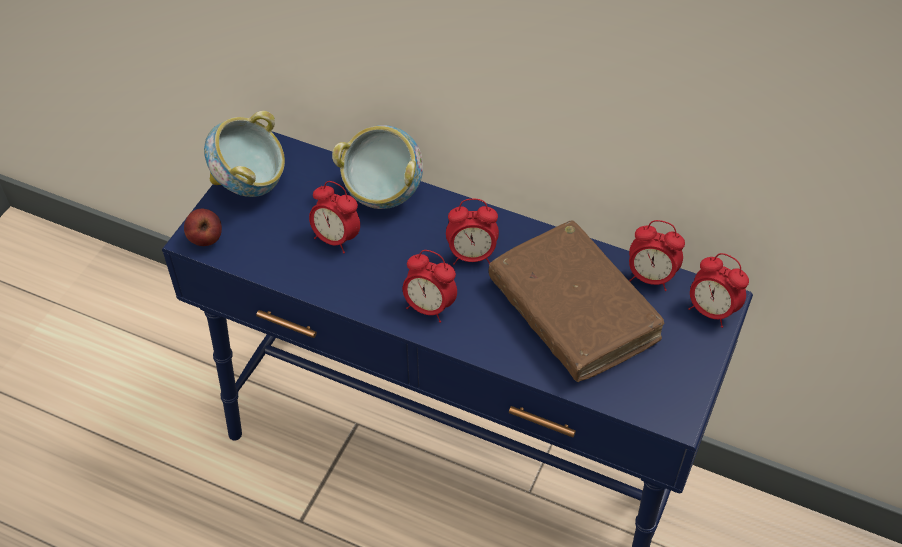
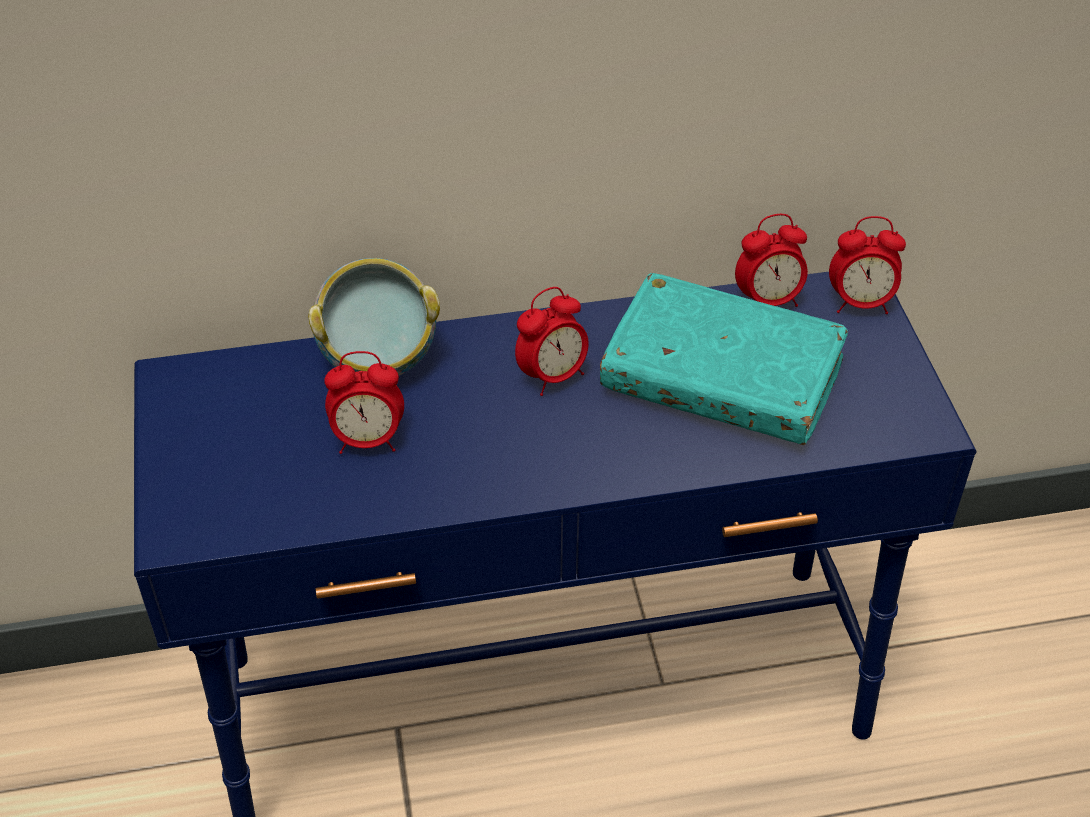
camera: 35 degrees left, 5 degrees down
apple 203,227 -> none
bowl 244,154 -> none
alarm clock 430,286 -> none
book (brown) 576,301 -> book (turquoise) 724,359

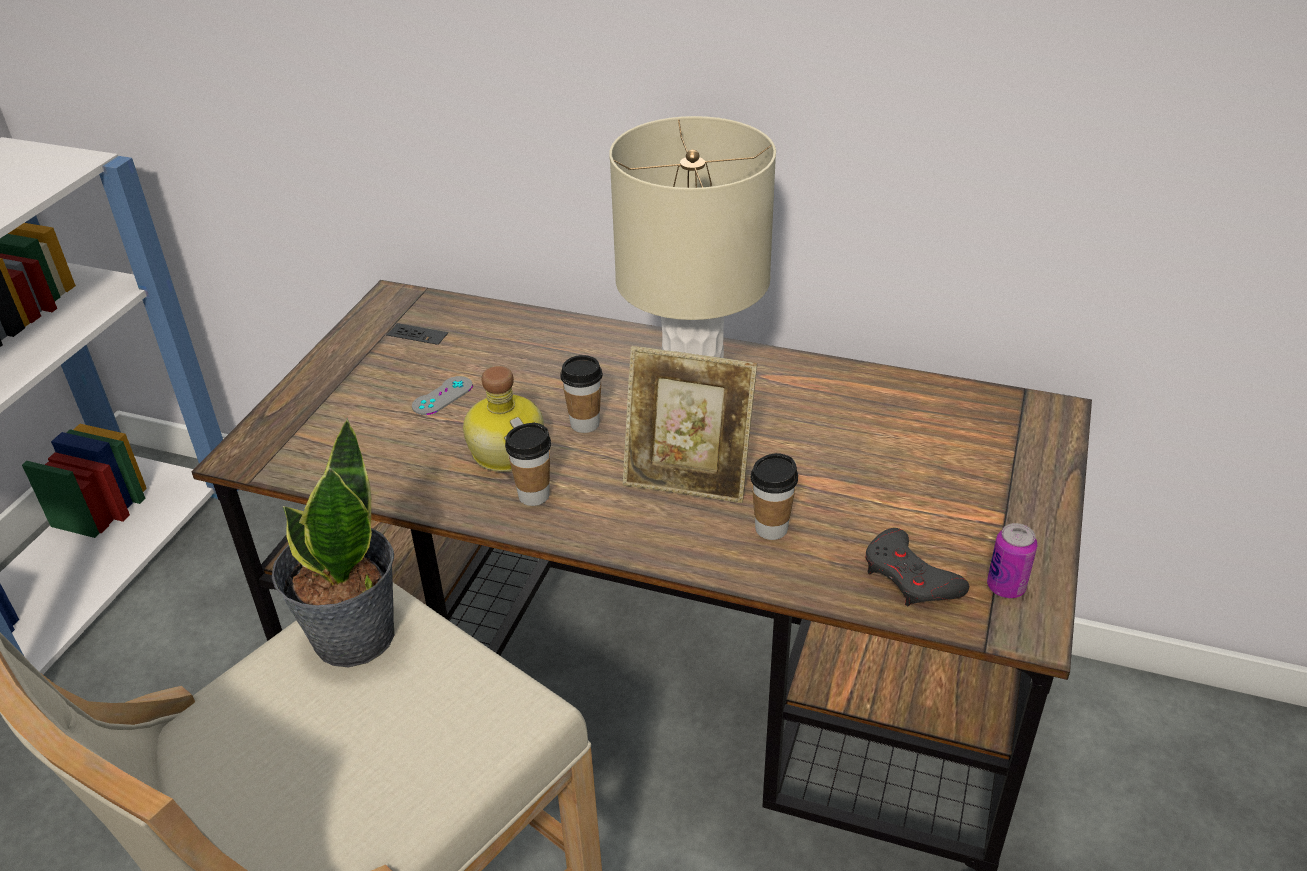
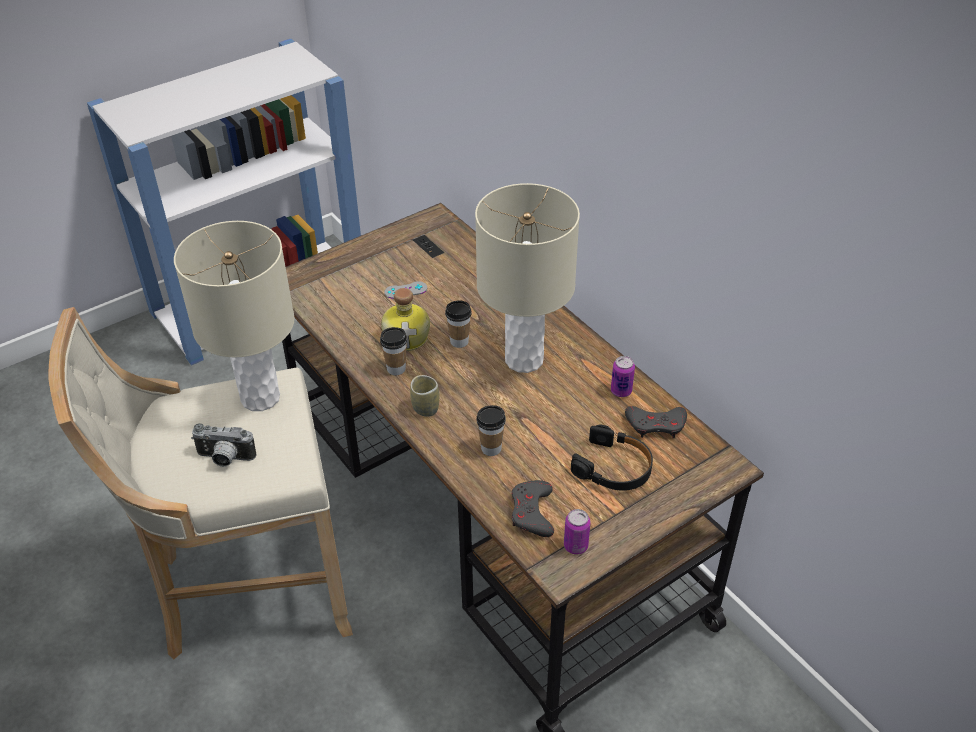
camera: 35 degrees right, 5 degrees up
picture frame 690,424 -> none
none -> photo camera 224,445
none -> cup 424,396
none -> headphones (black) 612,458
none -> can 623,376
none -> game controller (grey) 656,422
potted plant 333,543 -> table lamp (beige) 234,316

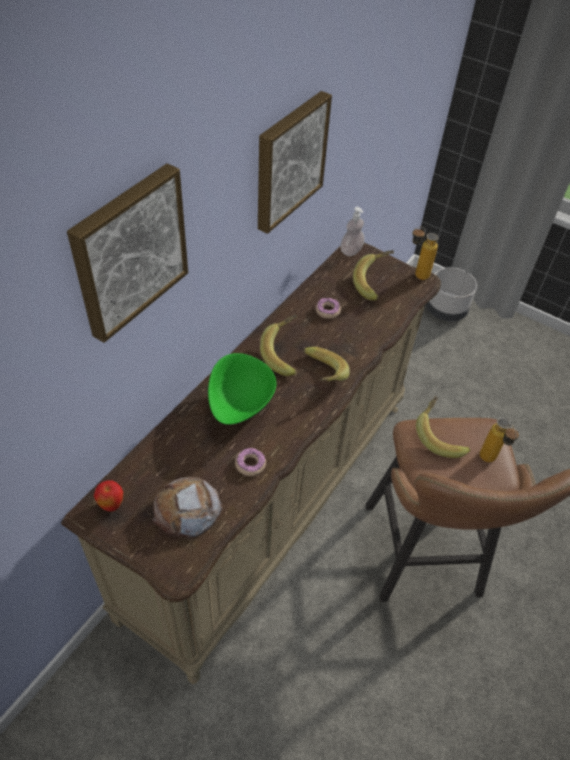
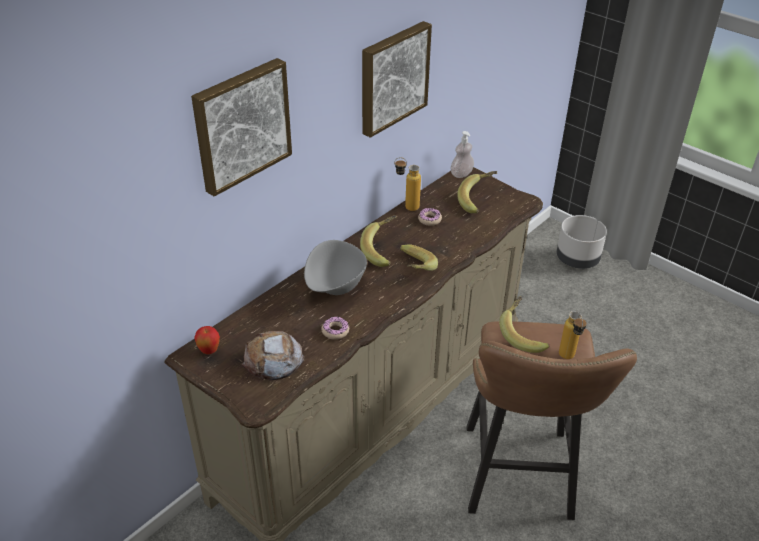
camera: 10 degrees right, 10 degrees down
bottle 425,253 -> bottle 407,184, moved
bowl (green) 242,389 -> bowl (grey) 335,267

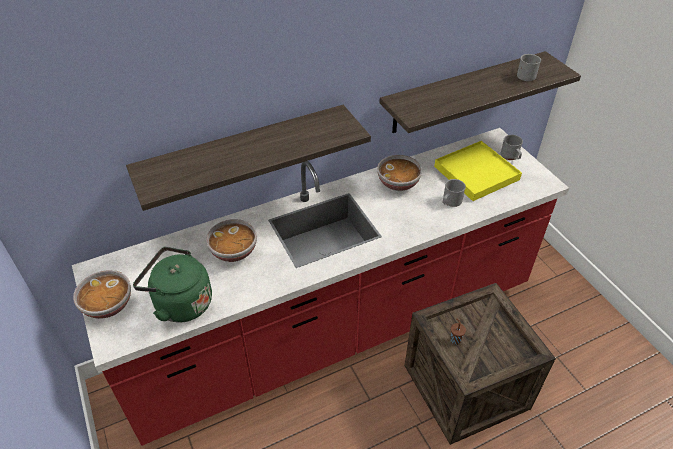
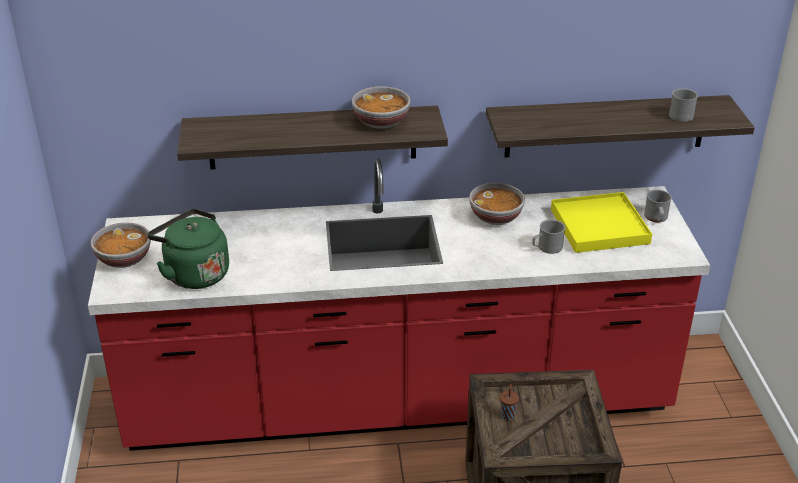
camera: 20 degrees right, 10 degrees down
bowl 231,240 -> bowl 381,107, moved

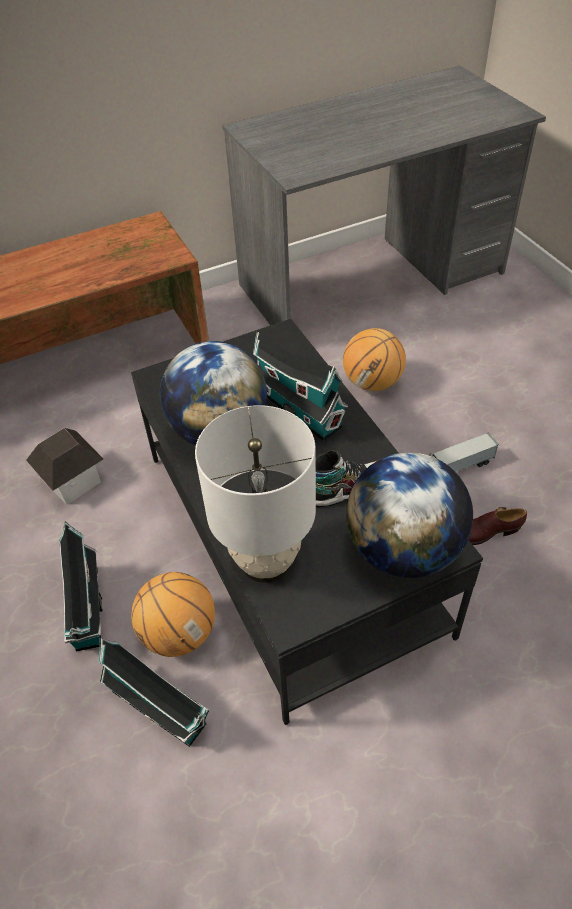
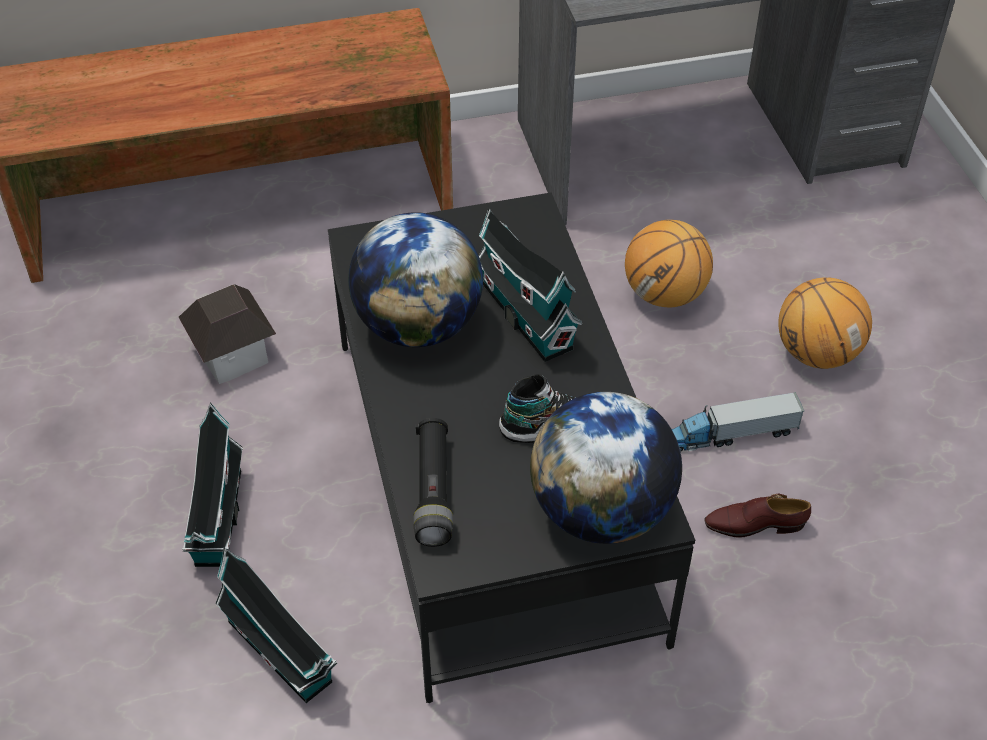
camera: 10 degrees right, 0 degrees up
basketball 173,614 -> basketball 825,323, moved
table lamp (white) 255,494 -> flashlight (black) 433,482

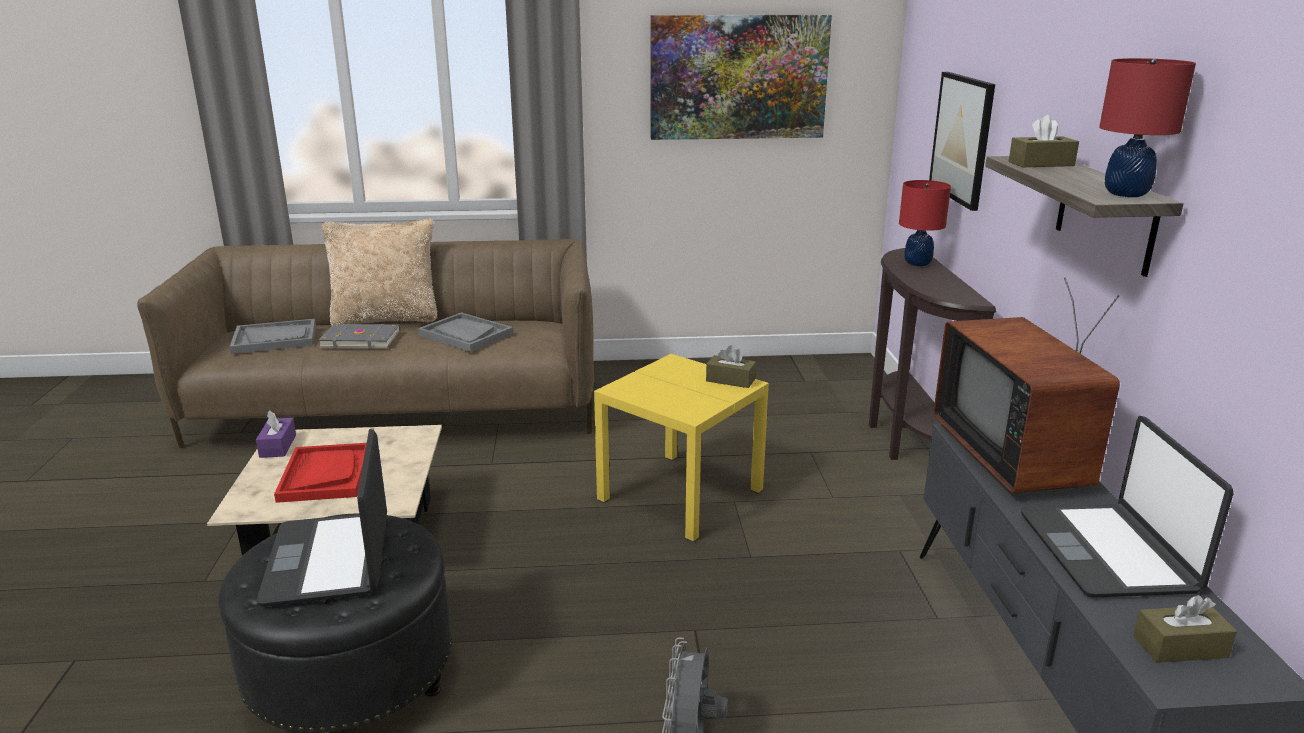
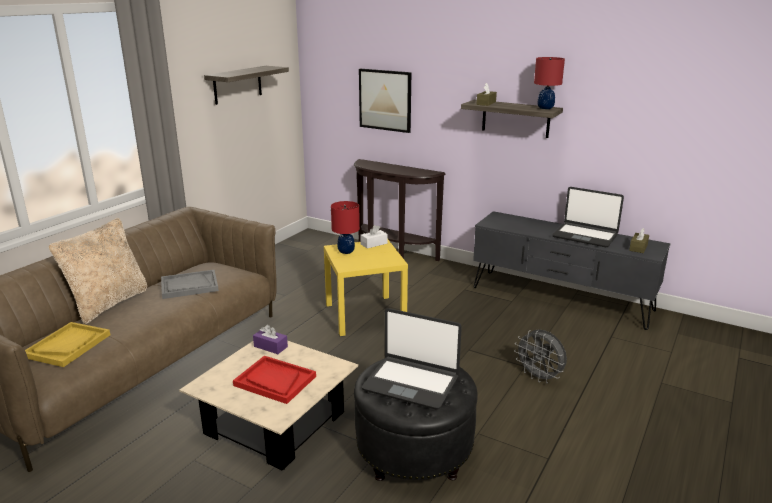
camera: 55 degrees left, 0 degrees up
book (grey) 359,336 -> none
television 1027,385 -> none
tissue box (purple) 276,434 -> tissue box (purple) 270,339, moved
table lamp (red) 925,223 -> table lamp (red) 345,227, moved
picture 741,77 -> shelf 246,85
tray (grey) 273,336 -> tray (yellow) 67,344
tissue box (brown) 731,366 -> tissue box (white) 373,237

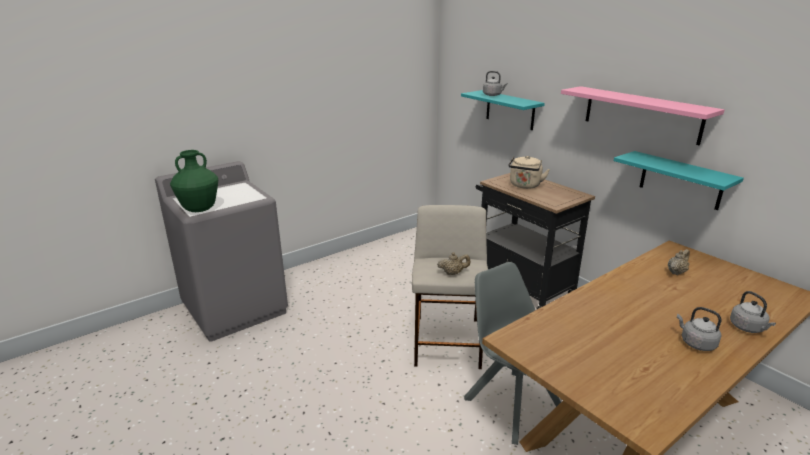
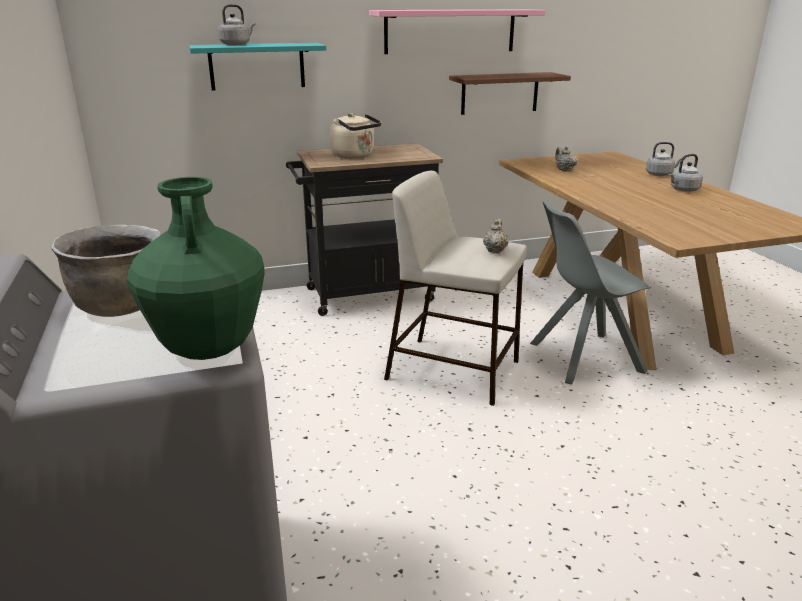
camera: 70 degrees left, 0 degrees up
none -> cooking pot (brown) 106,271
shelf (turquoise) 679,180 -> shelf (brown) 510,93

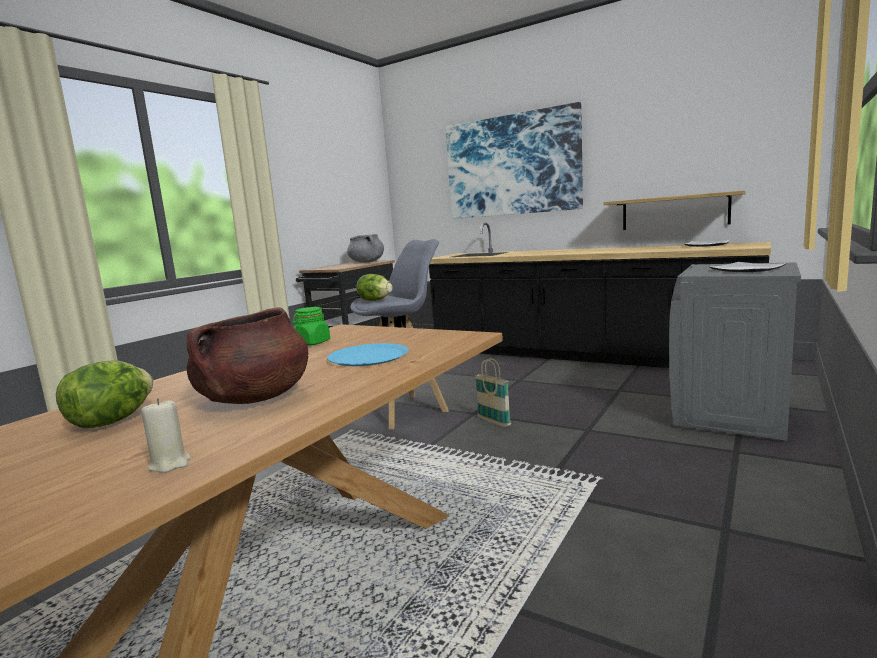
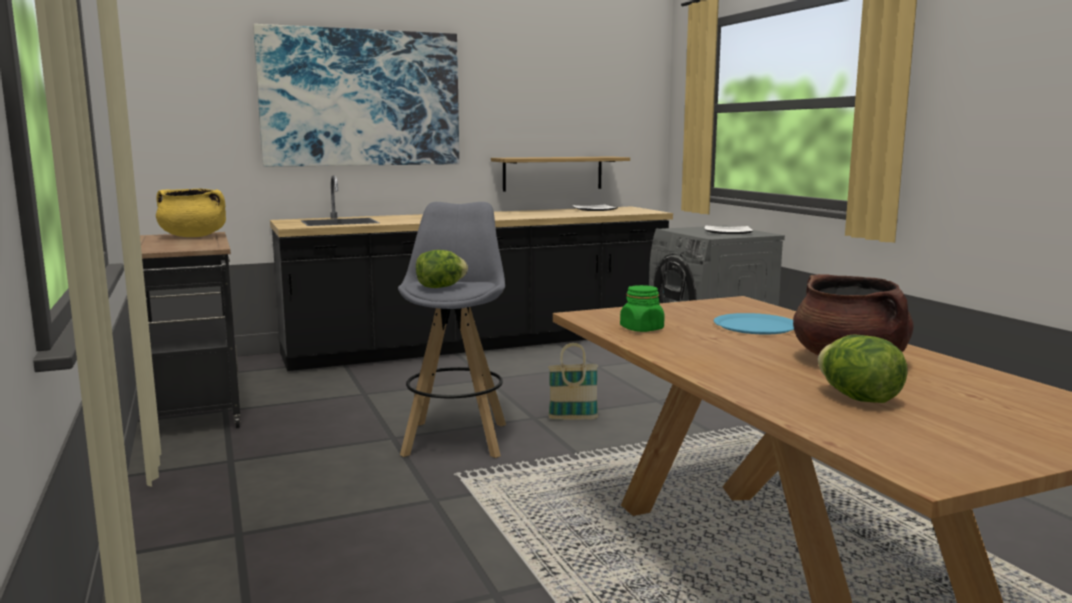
camera: 55 degrees left, 0 degrees up
candle (beige) 166,436 -> none
cooking pot (grey) 365,248 -> cooking pot (yellow) 191,213

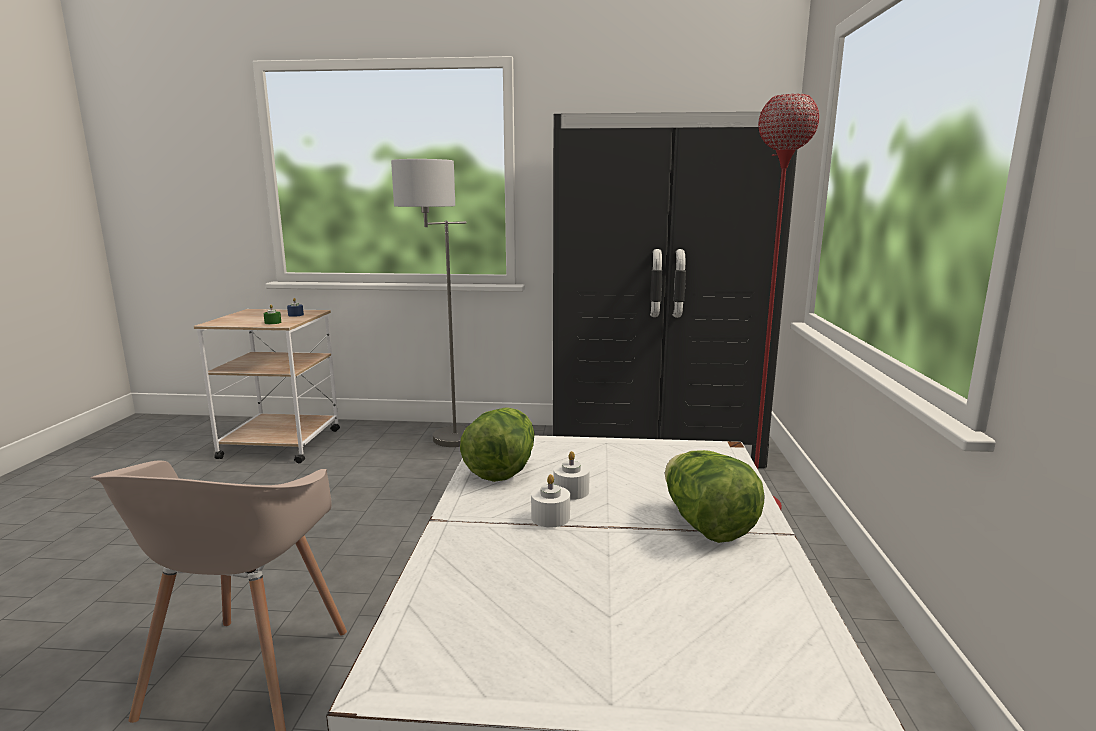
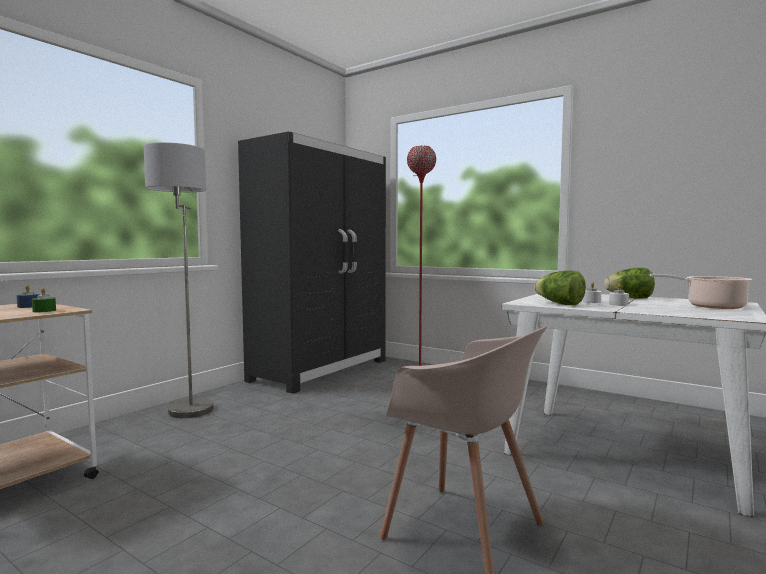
camera: 60 degrees left, 10 degrees down
none -> cooking pot 701,291

